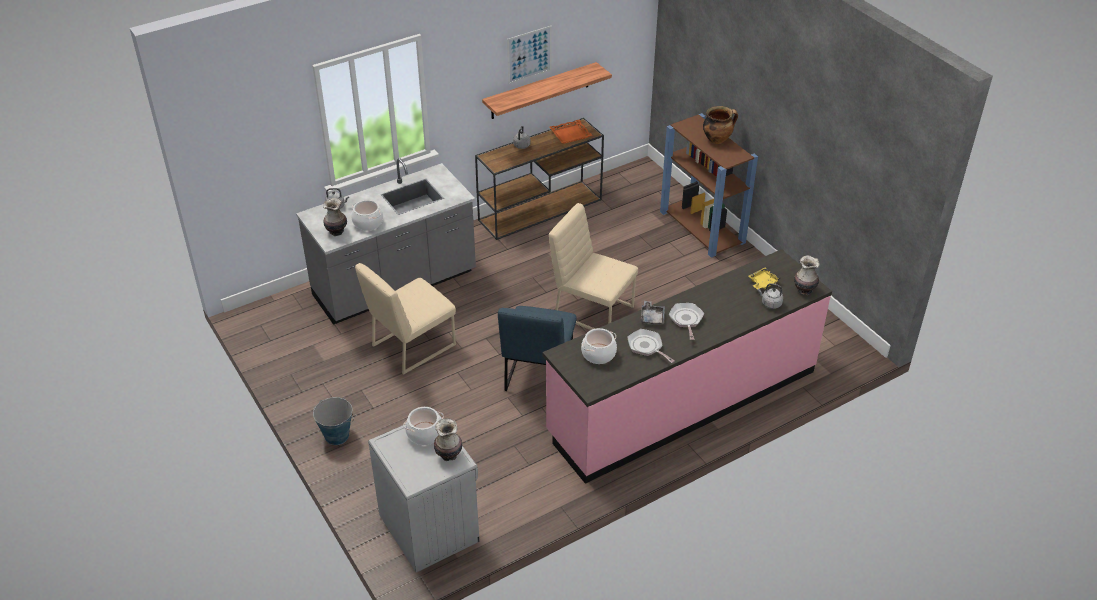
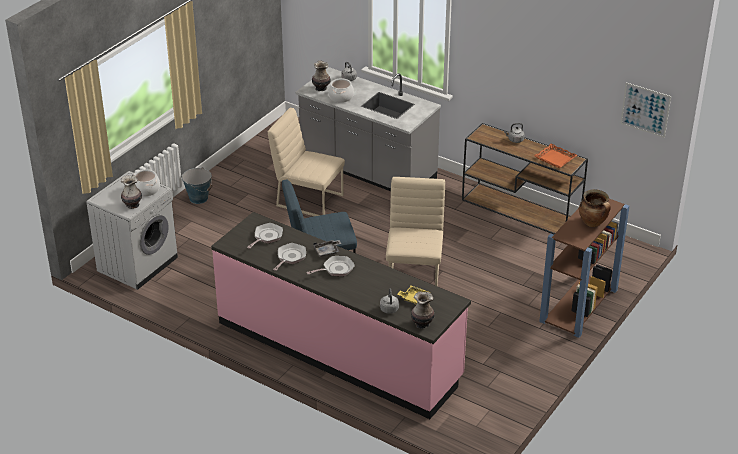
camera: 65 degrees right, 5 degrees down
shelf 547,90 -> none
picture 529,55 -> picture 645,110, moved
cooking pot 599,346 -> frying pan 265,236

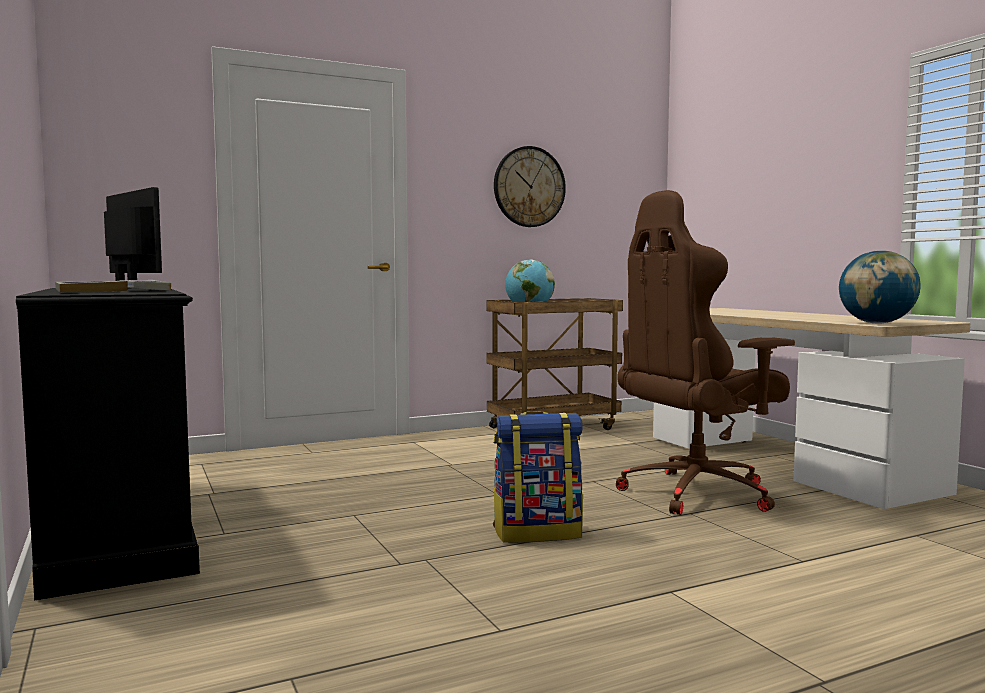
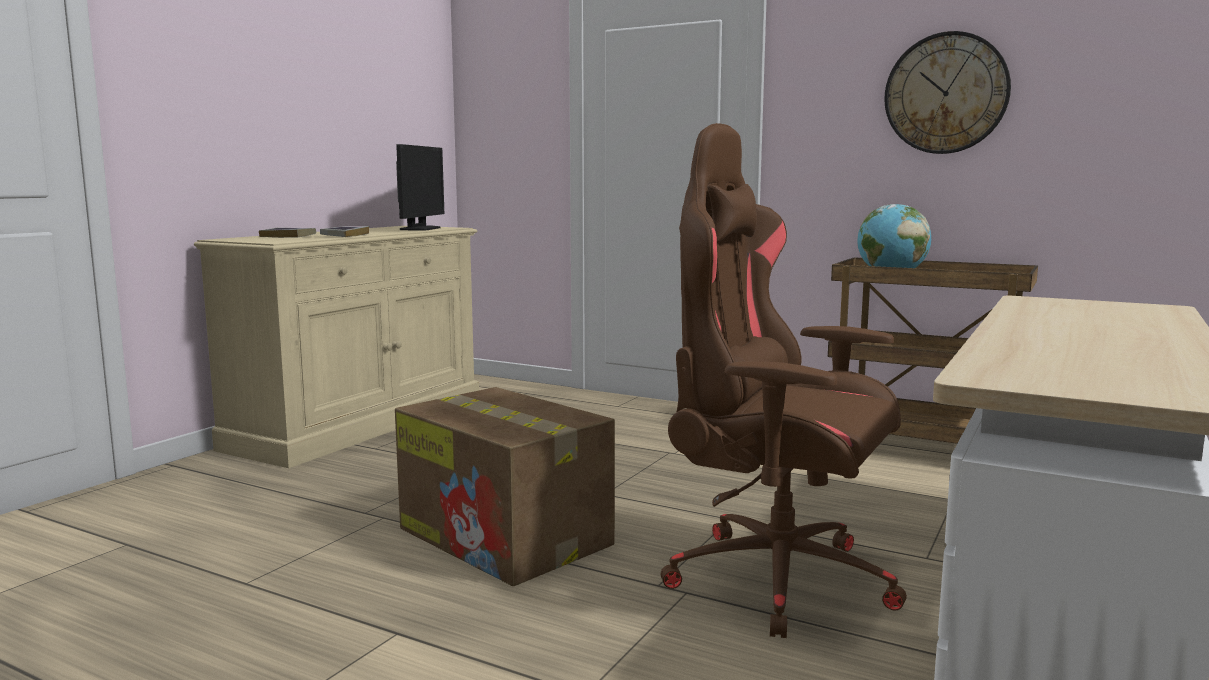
camera: 55 degrees right, 5 degrees up
globe 880,286 -> none
backpack 538,477 -> cardboard box 505,486
cabinet (black) 108,444 -> cabinet (beige) 336,347

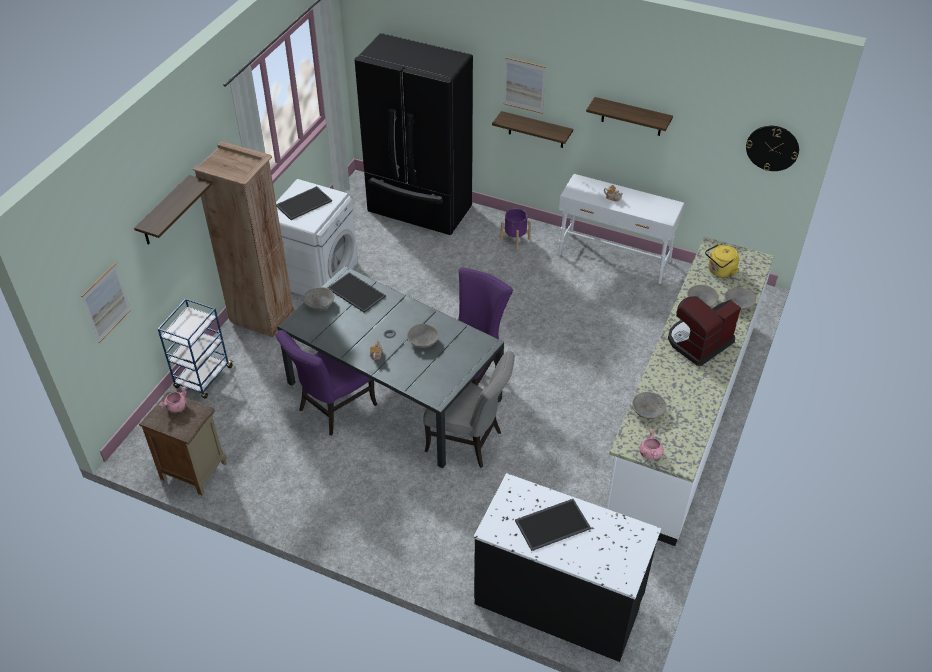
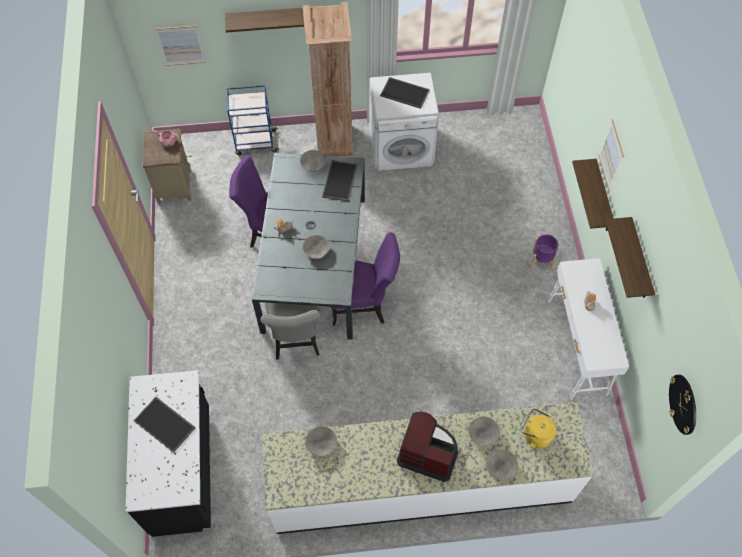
camera: 60 degrees right, 15 degrees up
fridge (black) 413,134 -> none
cooking pot (pink) 651,444 -> none

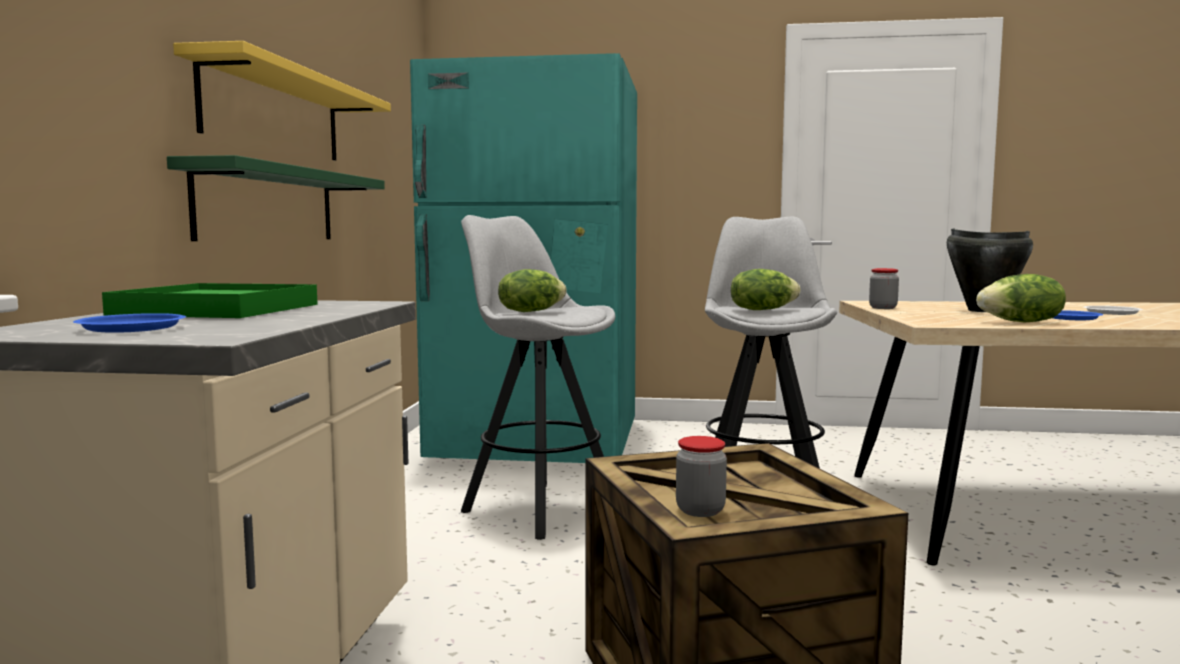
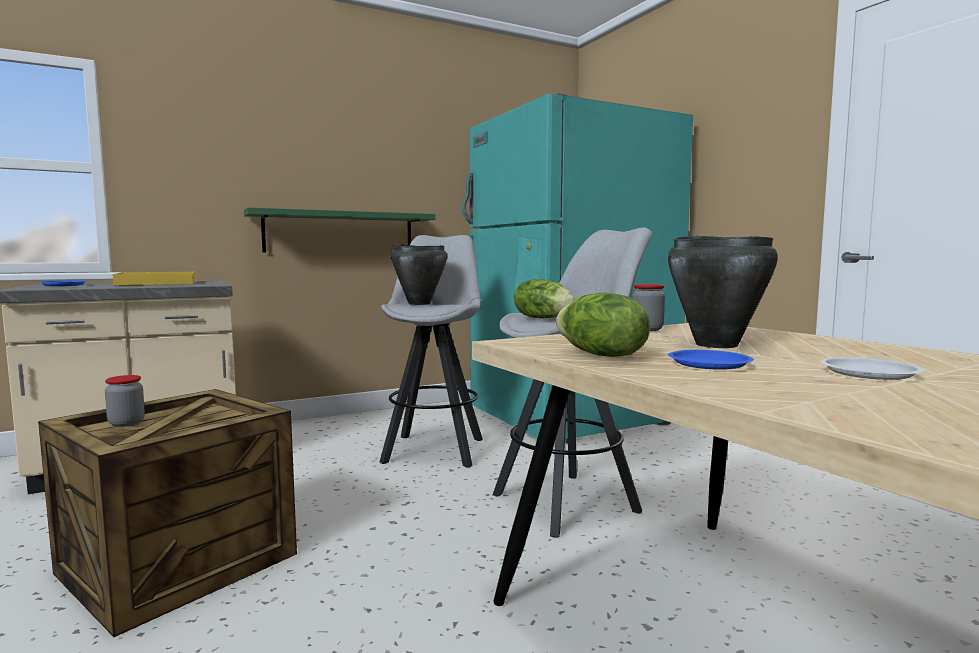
camera: 55 degrees right, 0 degrees up
shelf (yellow) 282,101 -> none
lettuce 532,290 -> cooking pot (black) 418,274
tray (green) 209,300 -> tray (yellow) 153,278

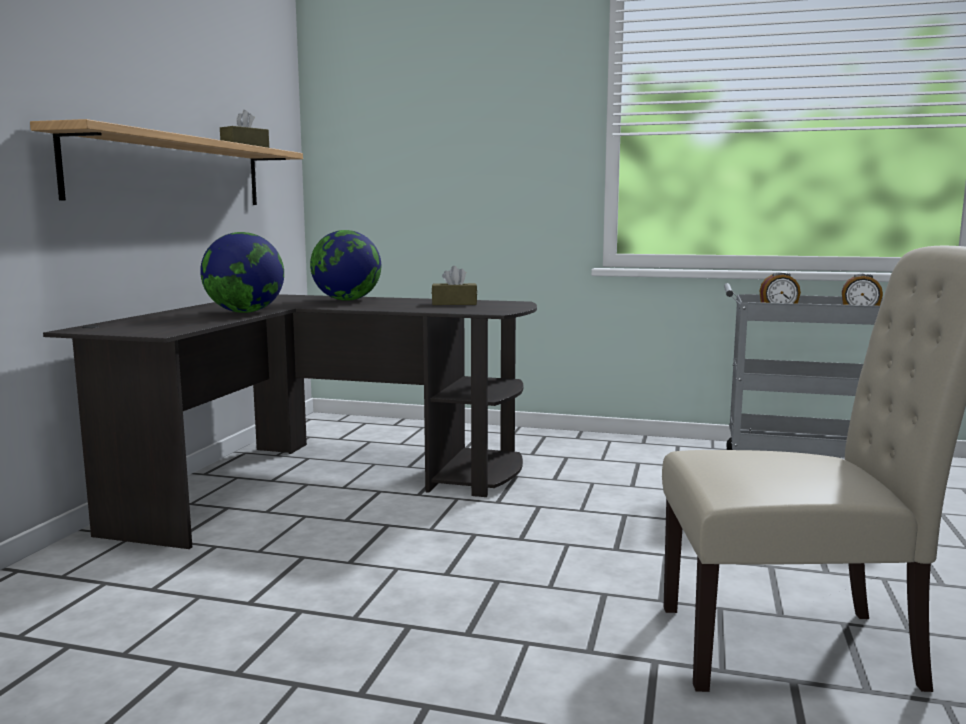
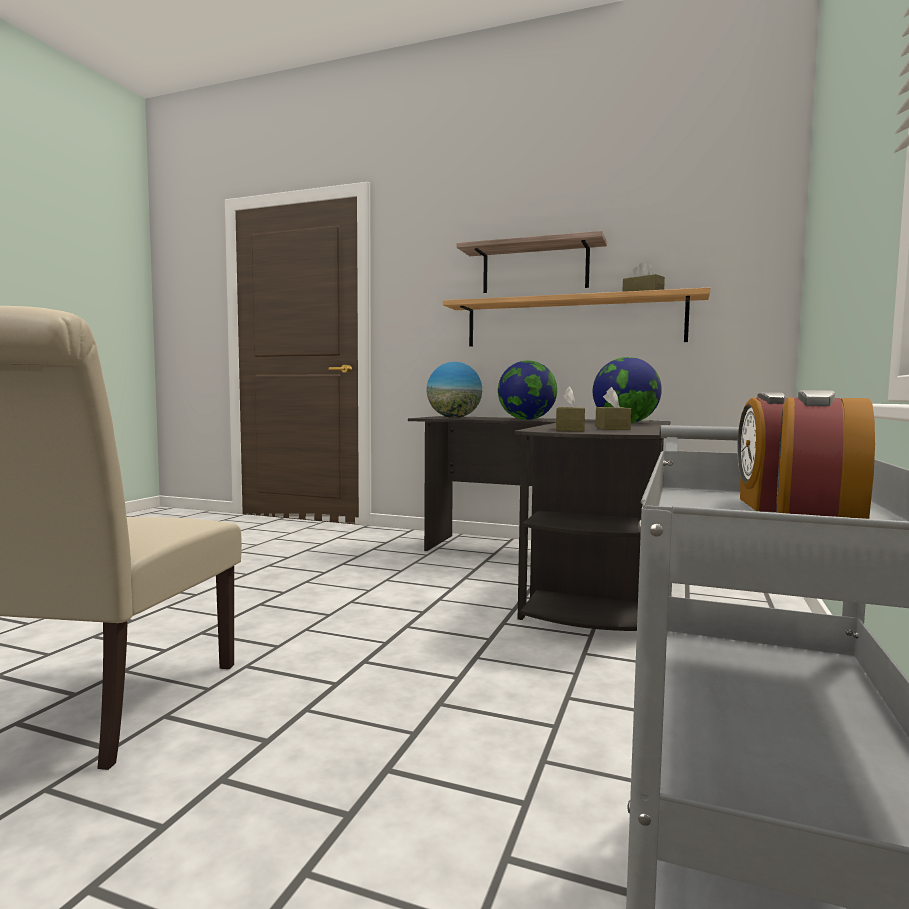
camera: 95 degrees right, 5 degrees down
none -> globe 454,390
none -> shelf 531,262
none -> tissue box (brown) 570,408

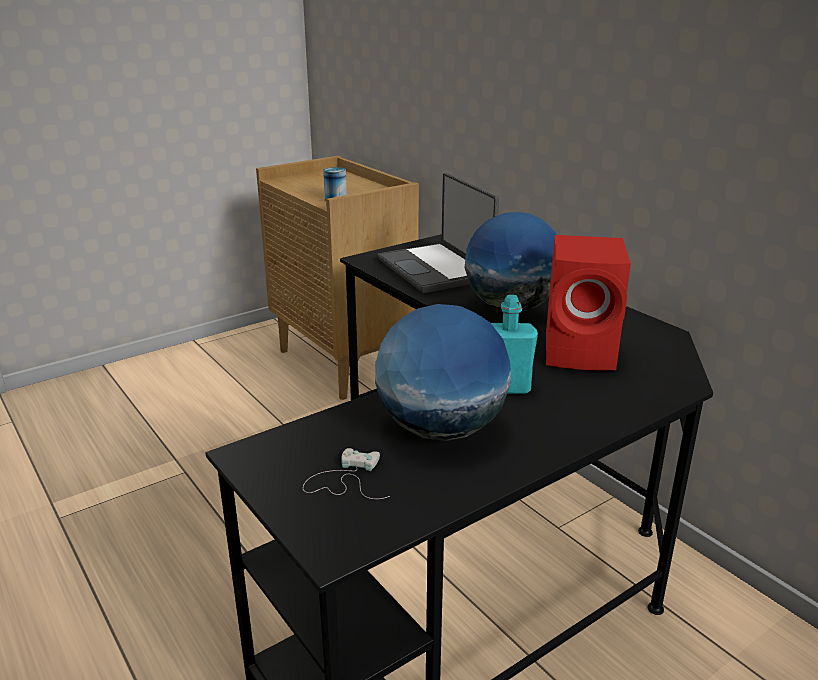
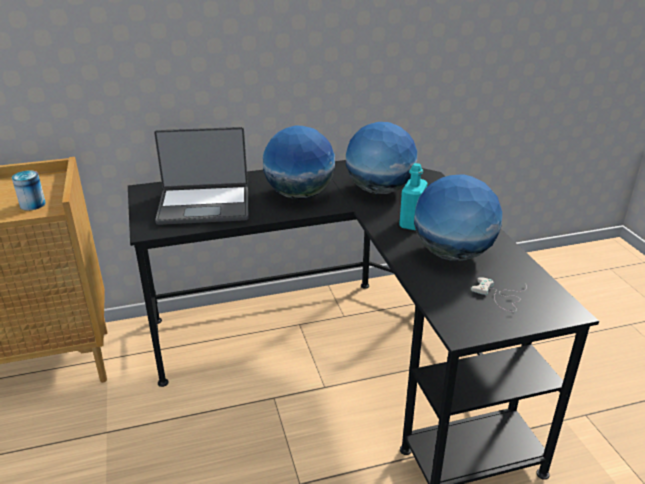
camera: 70 degrees left, 5 degrees up
speaker (red) 588,302 -> globe 381,158

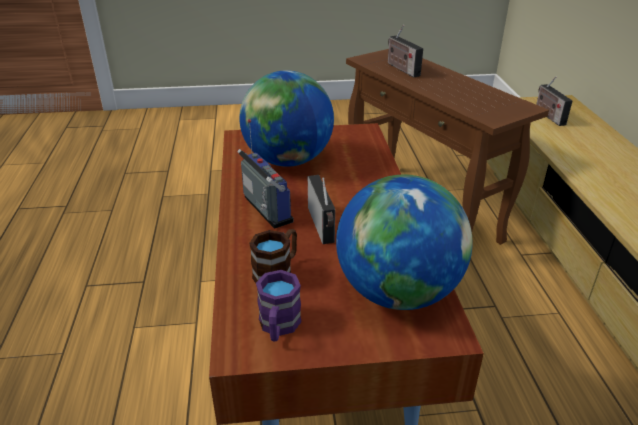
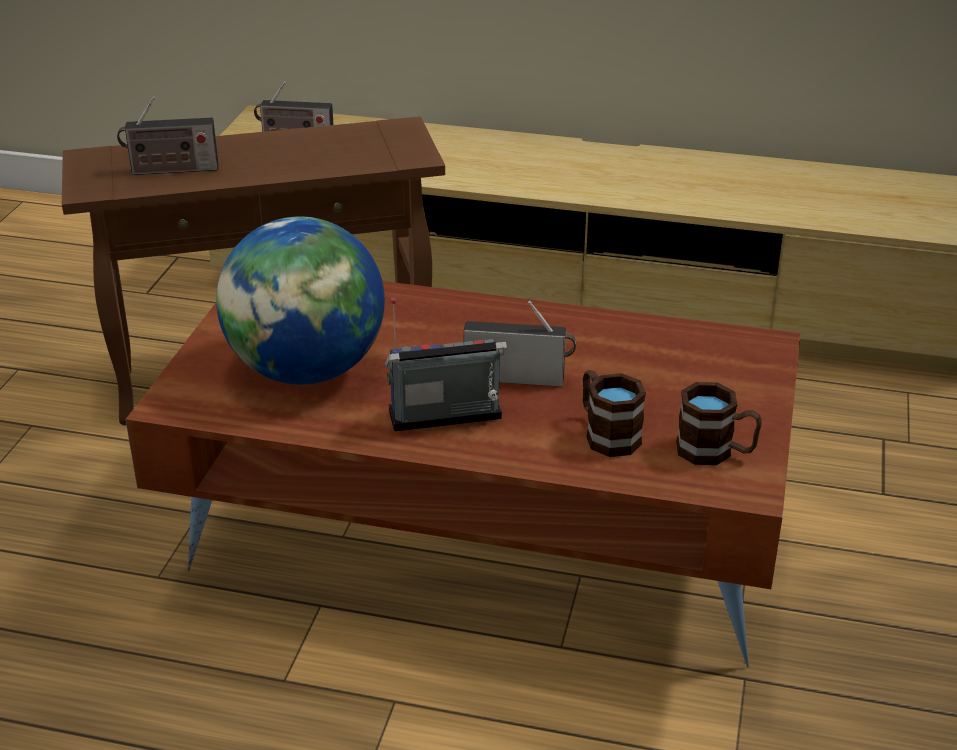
camera: 70 degrees left, 0 degrees up
globe 404,242 -> none
mug (purple) 279,306 -> mug (brown) 719,423

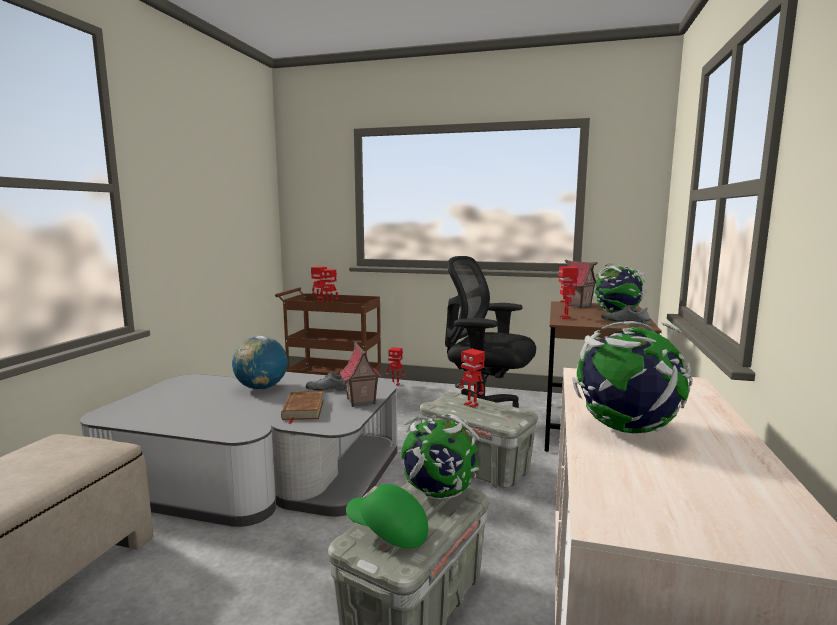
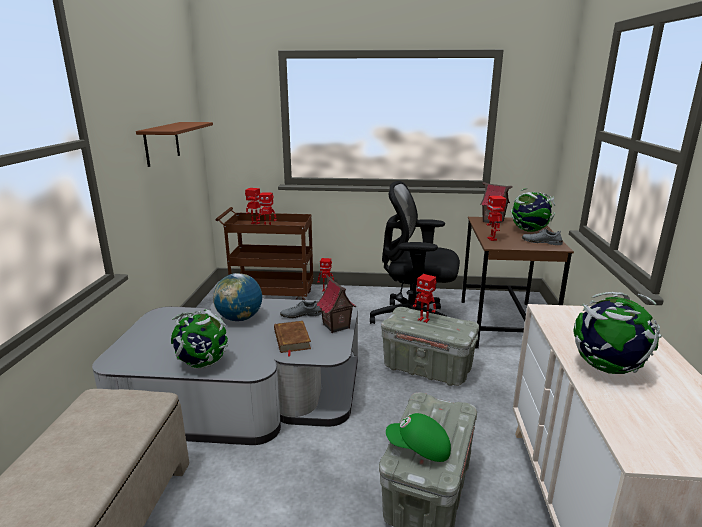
camera: 10 degrees left, 10 degrees up
none -> shelf (brown) 174,144
globe 438,457 -> globe 199,339, moved

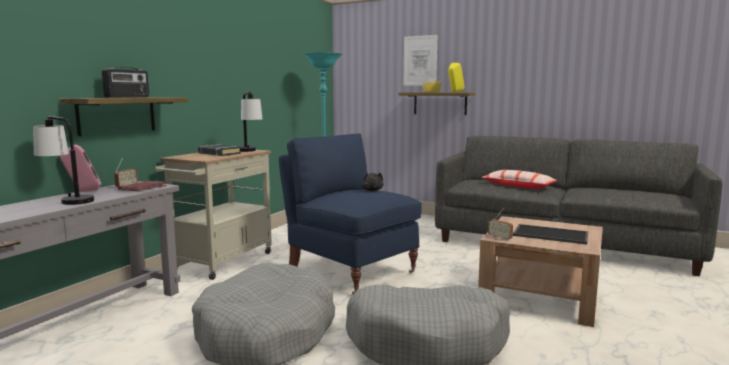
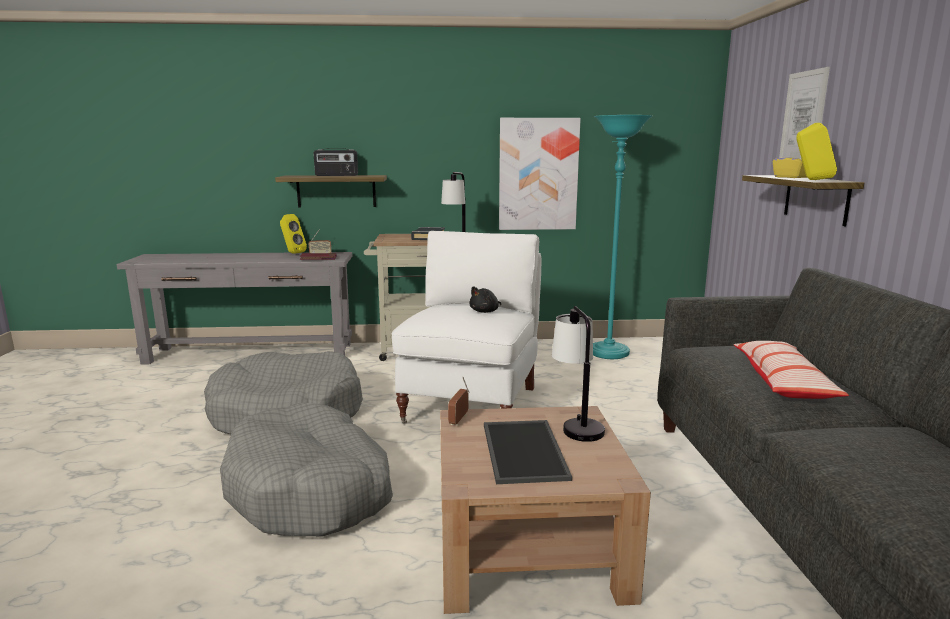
camera: 60 degrees right, 5 degrees up
none -> picture 540,174
table lamp 63,160 -> table lamp 578,374, moved
speaker (pink) 80,168 -> speaker (yellow) 293,234
armchair (blue) 350,214 -> armchair (white) 467,327

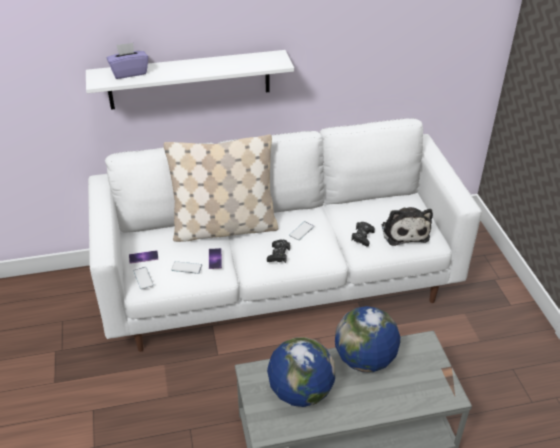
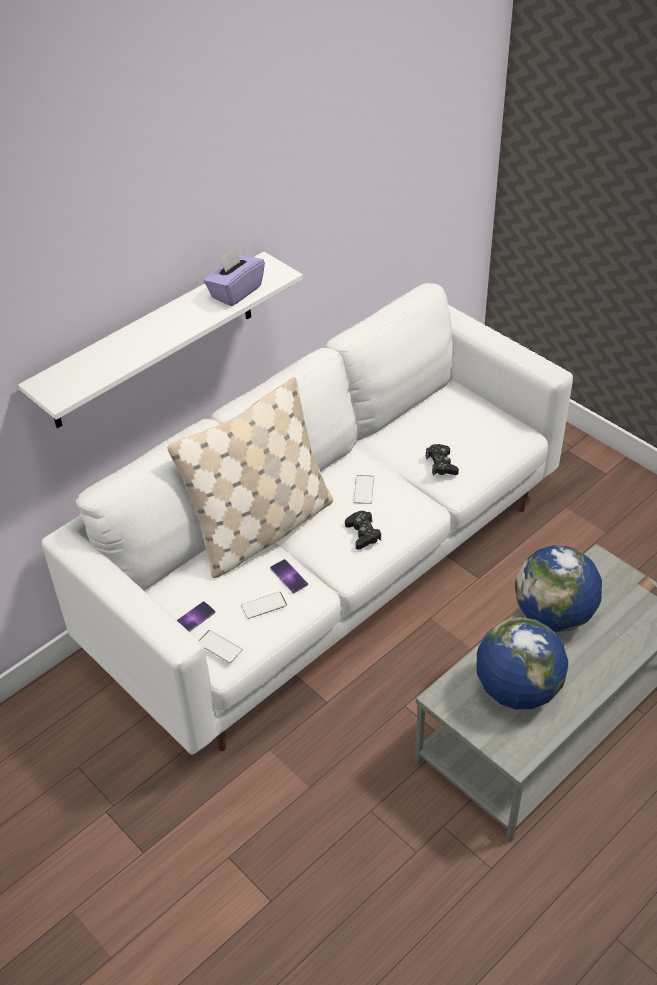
camera: 30 degrees left, 5 degrees up
plush toy 407,226 -> none
tissue box (purple) 127,61 -> tissue box (purple) 234,277, moved

